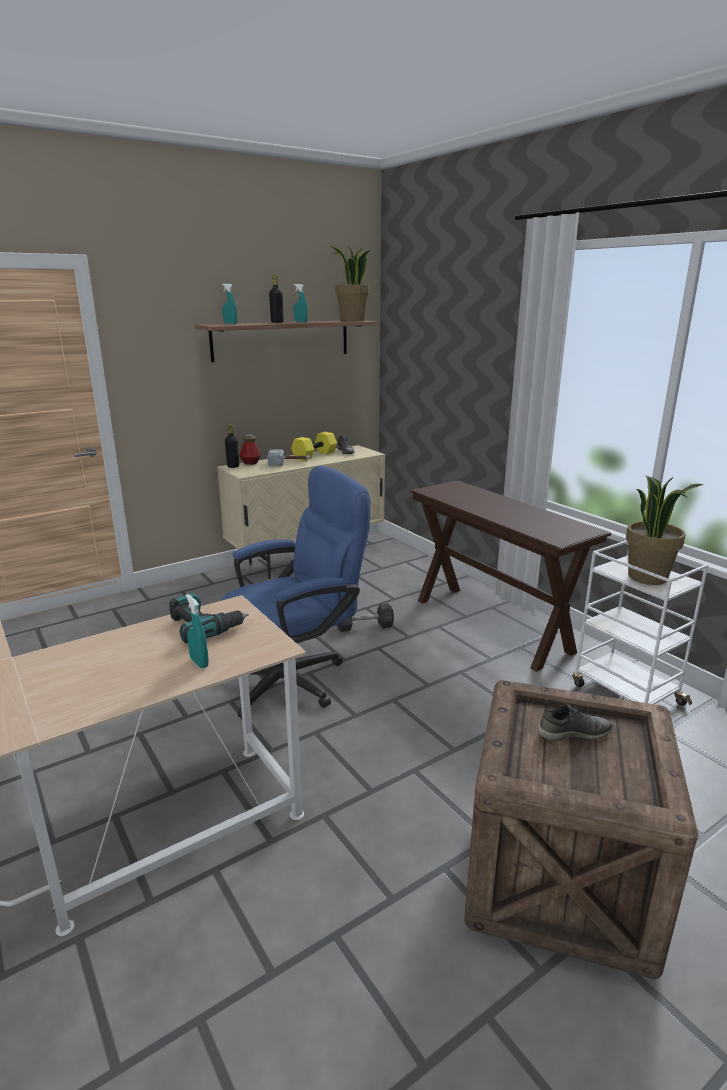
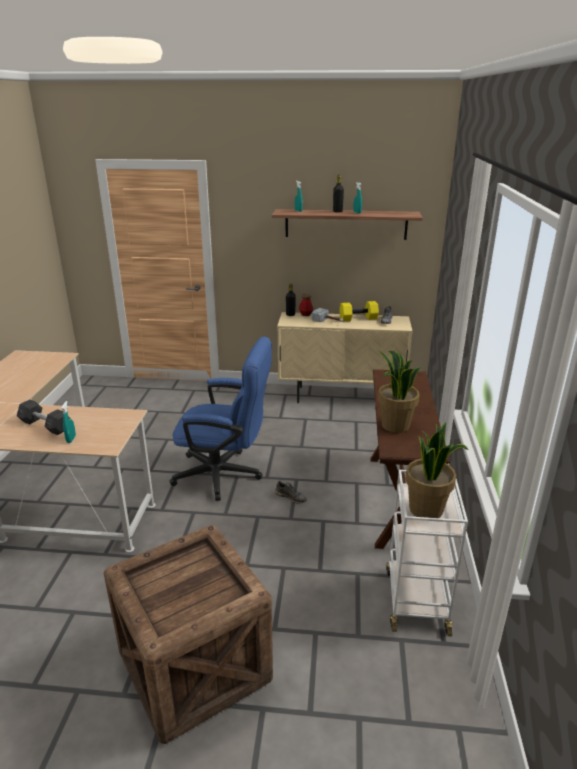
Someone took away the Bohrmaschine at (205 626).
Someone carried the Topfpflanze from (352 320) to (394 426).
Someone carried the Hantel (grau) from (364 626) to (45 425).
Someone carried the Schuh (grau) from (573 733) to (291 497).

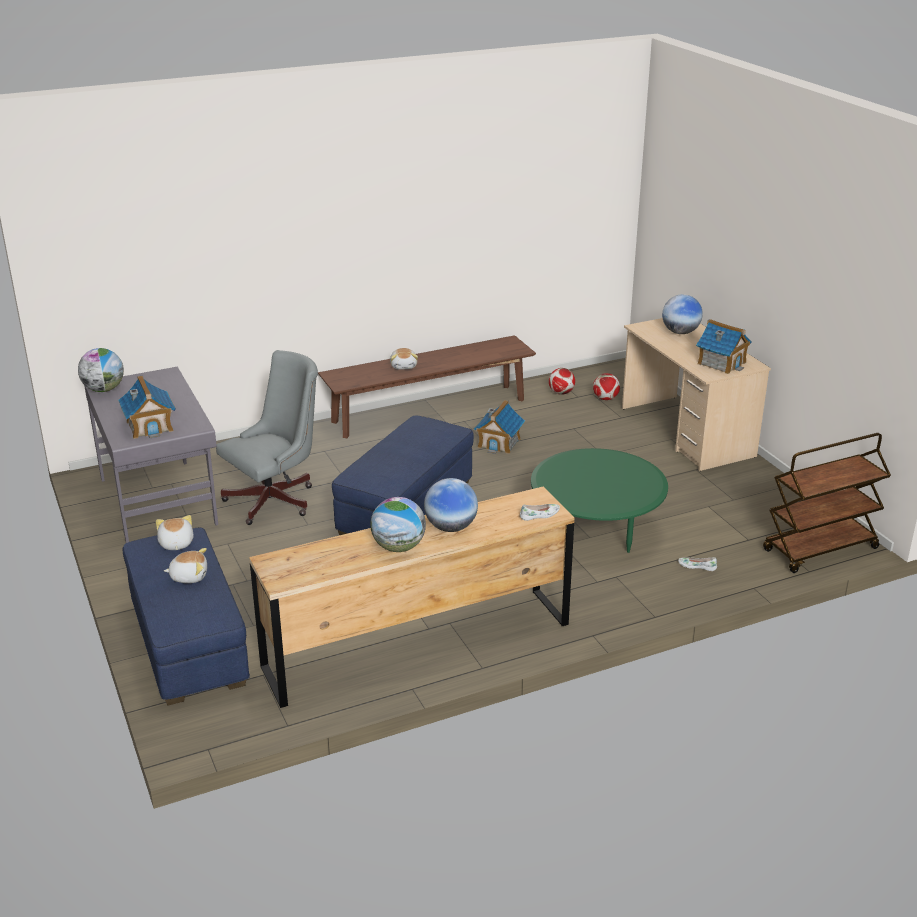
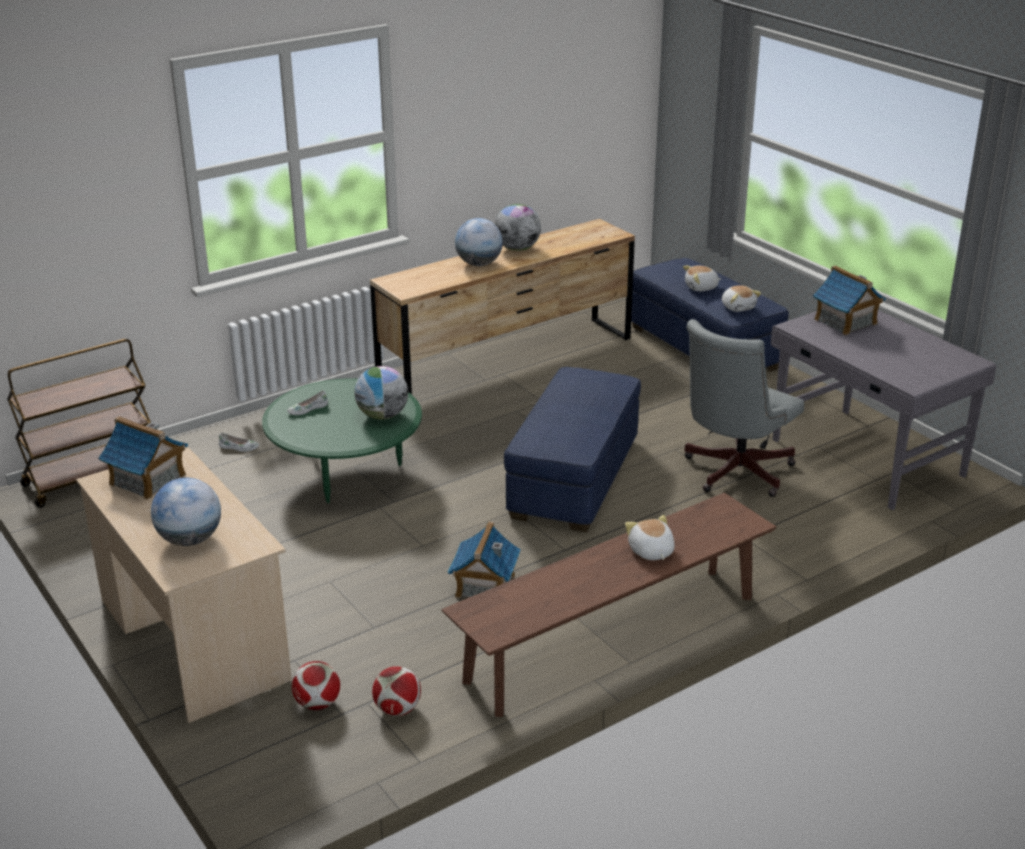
Someone carried the Globus from (104 389) to (382 416).
Someone carried the Schuh (weiß) from (540 515) to (307 409).

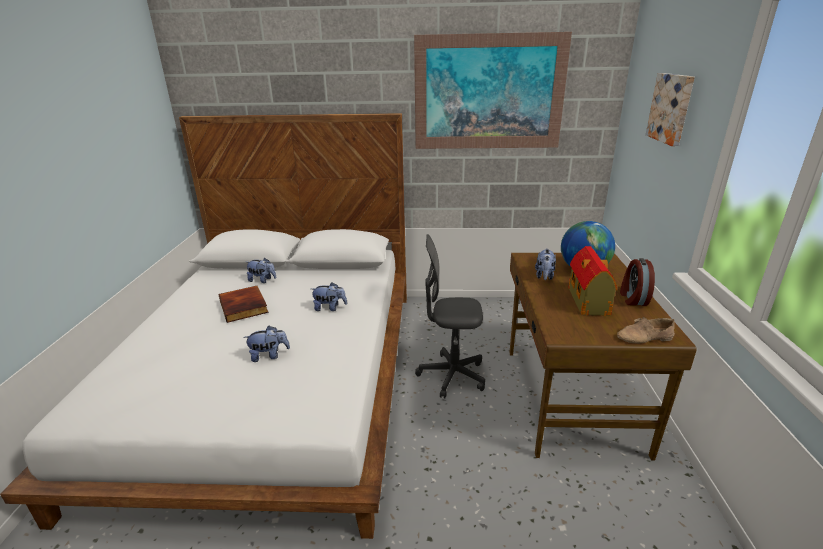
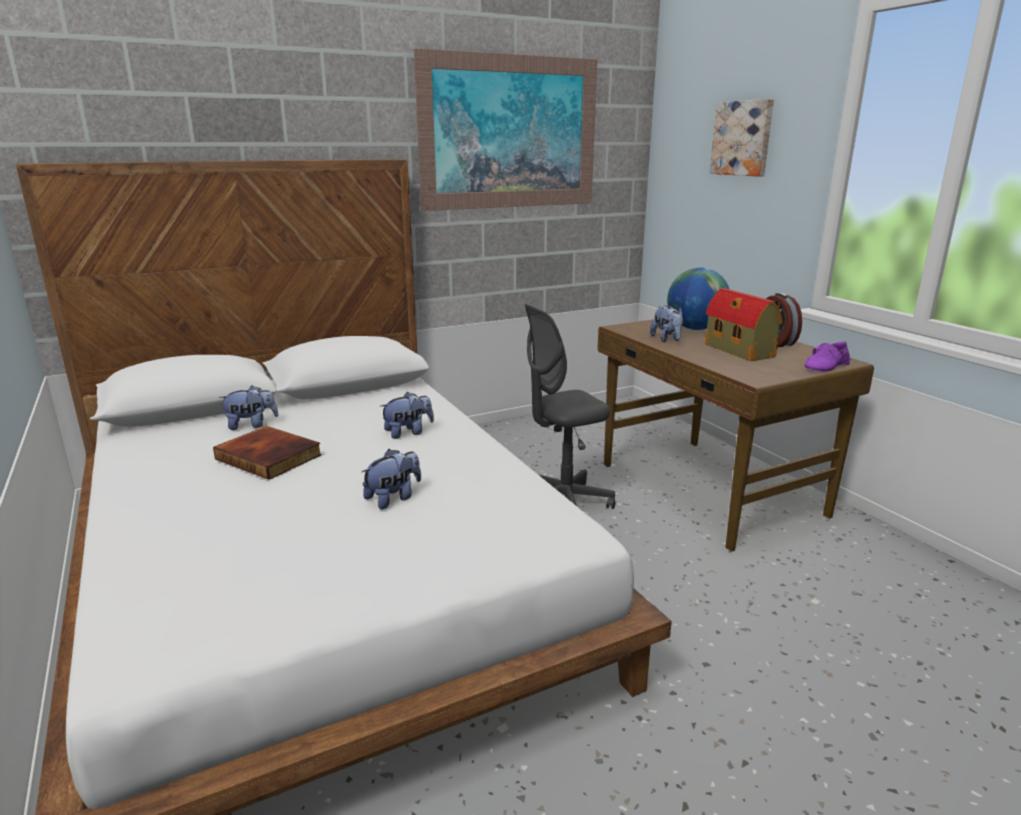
Someone repainted the Schuh (beige) at (645 338), which became the Schuh (lila) at (827 366).

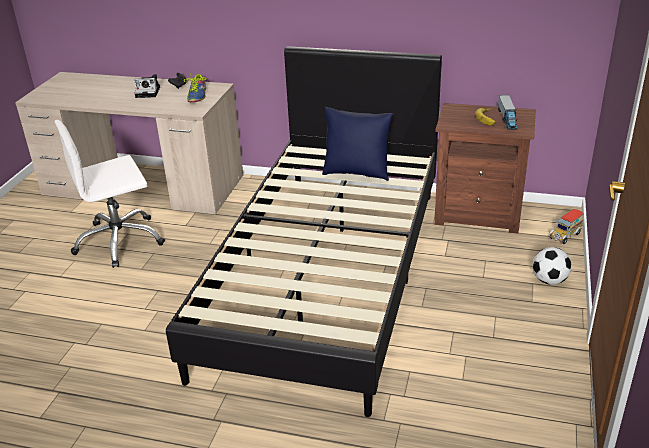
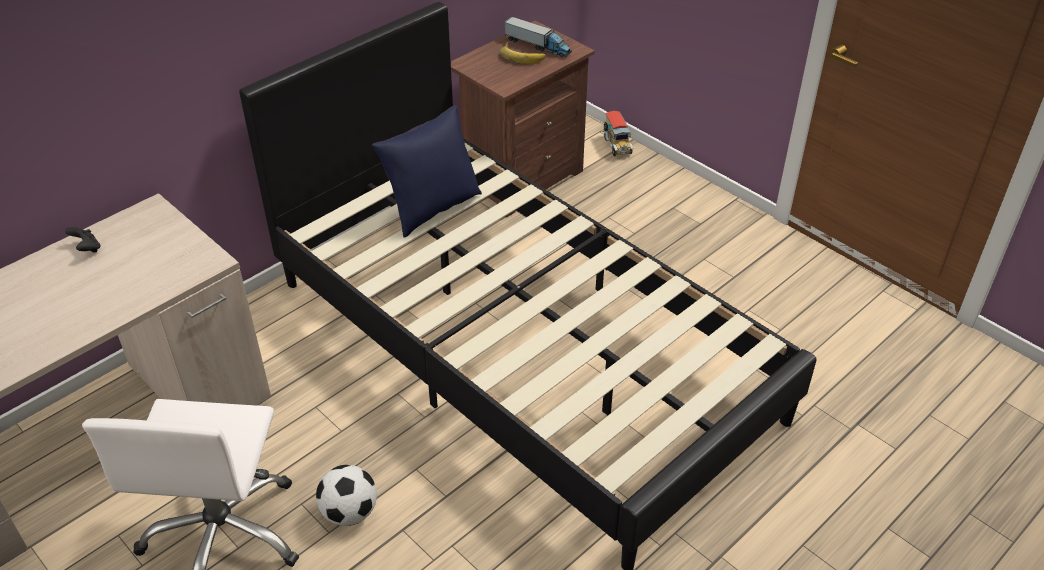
Someone took away the Kamera at (149 92).
Someone took away the Schuh at (197 95).
Someone carried the Fußball from (549 280) to (350 512).

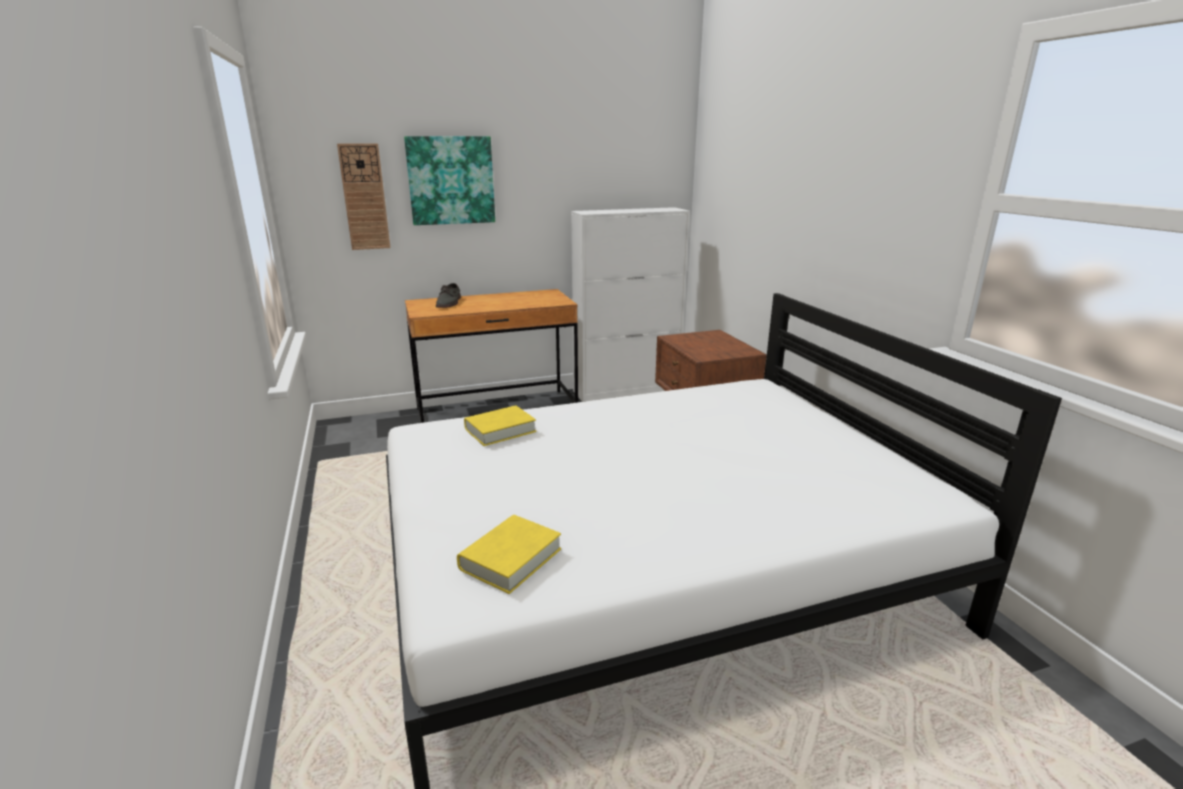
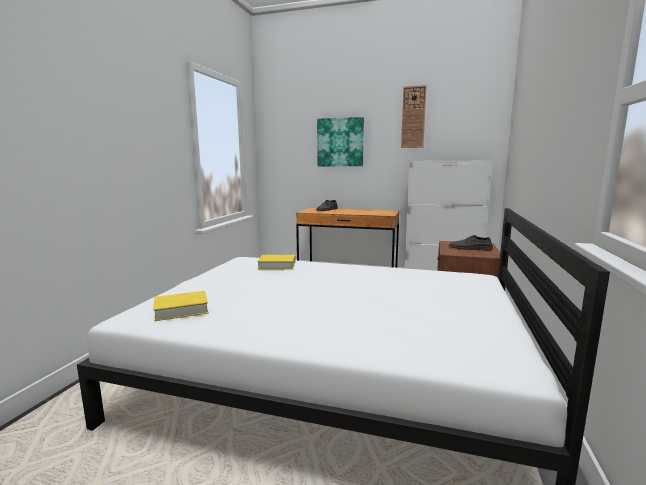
Someone carried the Wanduhr from (364 197) to (413 117).
Someone put down the Schuh (grau) at (470 249).

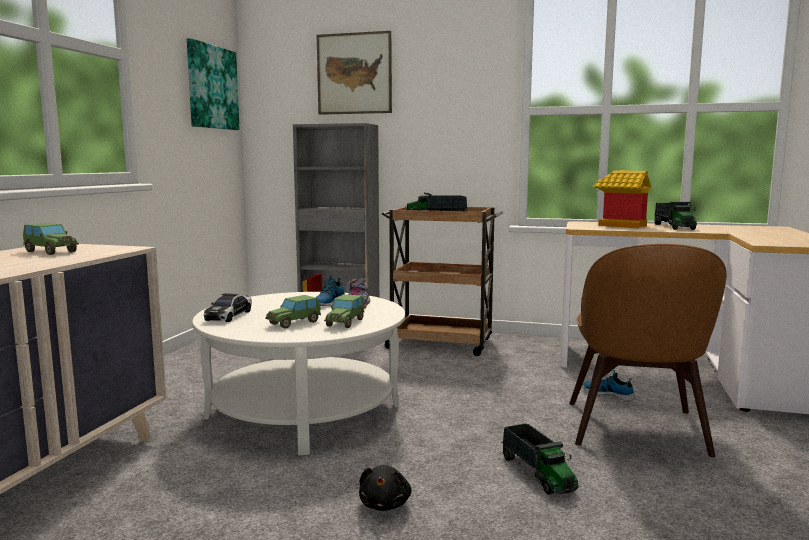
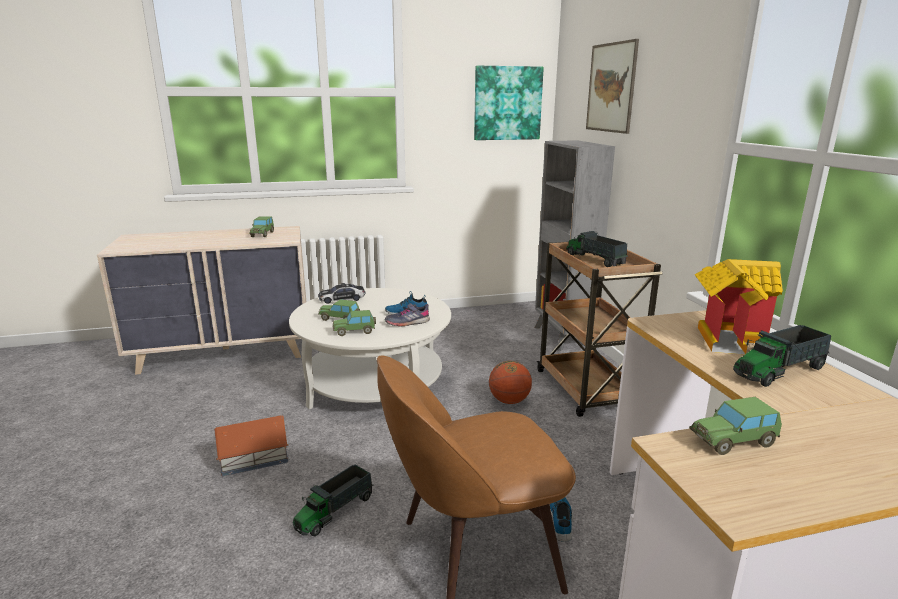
Someone swapped the Plüschtier (schwarz) at (385 504) for the Spielzeughaus at (255 457).
Someone put down the Basketball at (509 401).
Someone put down the Spielzeugauto at (733 441).

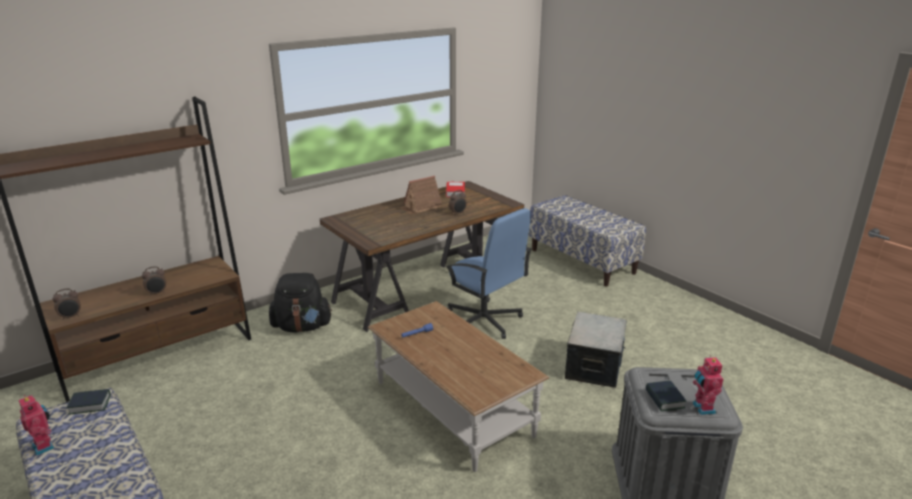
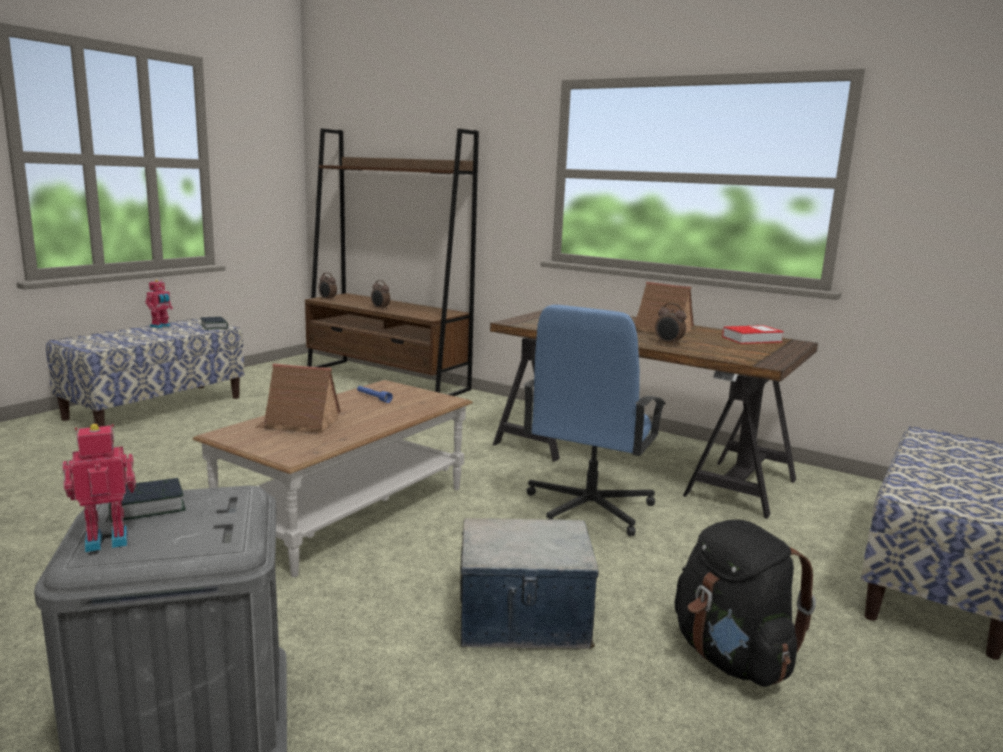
Someone carried the Rucksack (schwarz) from (302 327) to (731 657).
Someone put down the Spielzeughaus at (299 423).

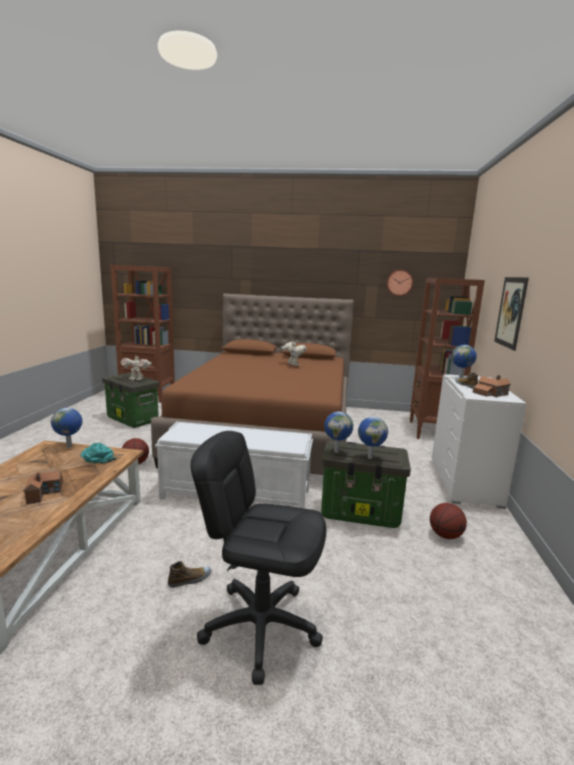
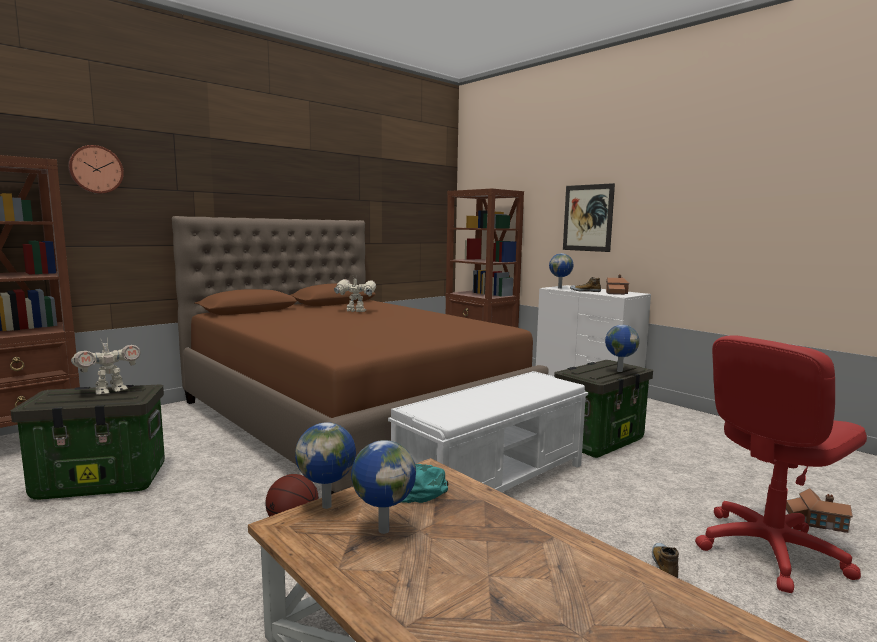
Someone carried the Spielzeughaus from (45 492) to (815 520).
Someone repainted the Bürostuhl (schwarz) at (260 626), which became the Bürostuhl (rot) at (768 550).
Someone carried the Globus from (337 451) to (383 530).
Someone carried the Wanduhr from (399 282) to (96 169).
Someone took away the Basketball at (445 535).

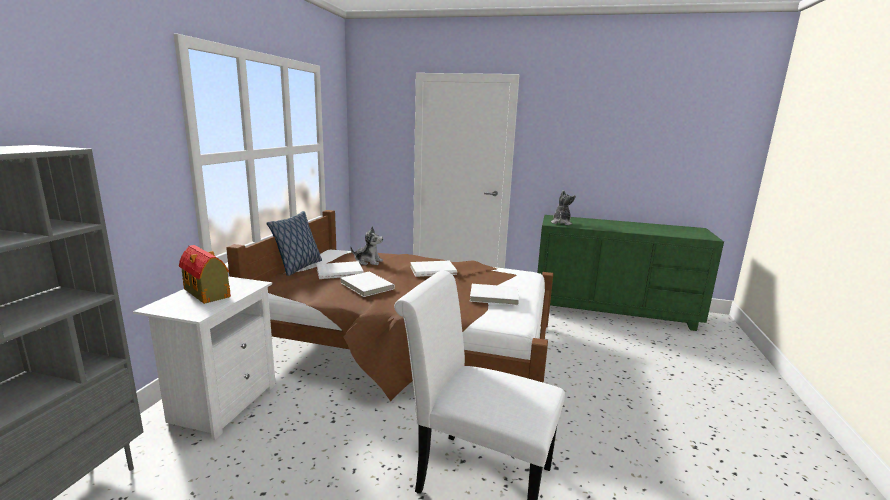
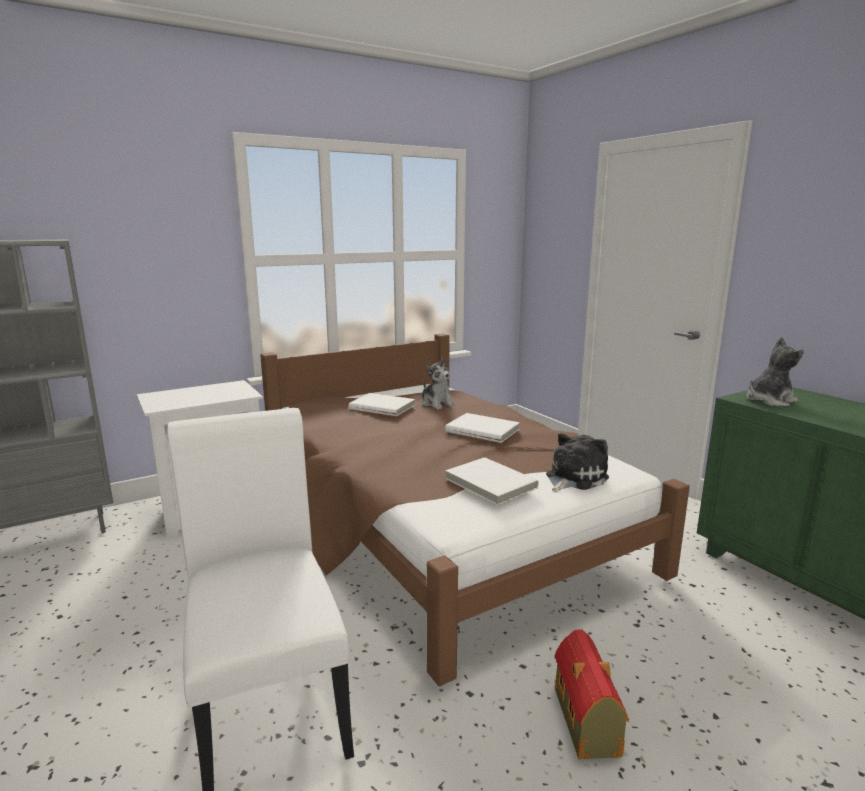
Someone carried the Spielzeughaus from (207 293) to (586 723).
Someone took away the Kissen at (298 268).
Someone took away the Buch (weiß) at (366 286).
Someone put down the Plüschtier at (573 478).

